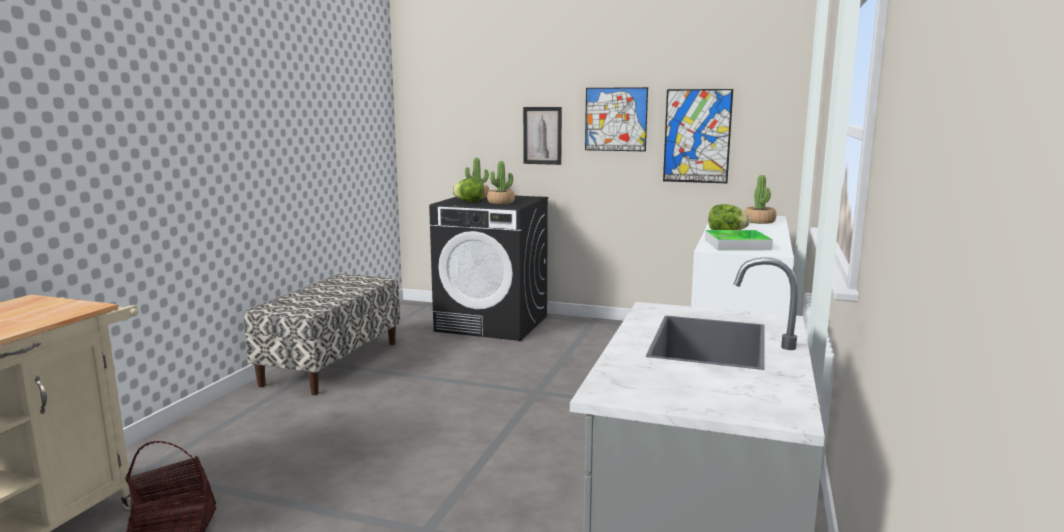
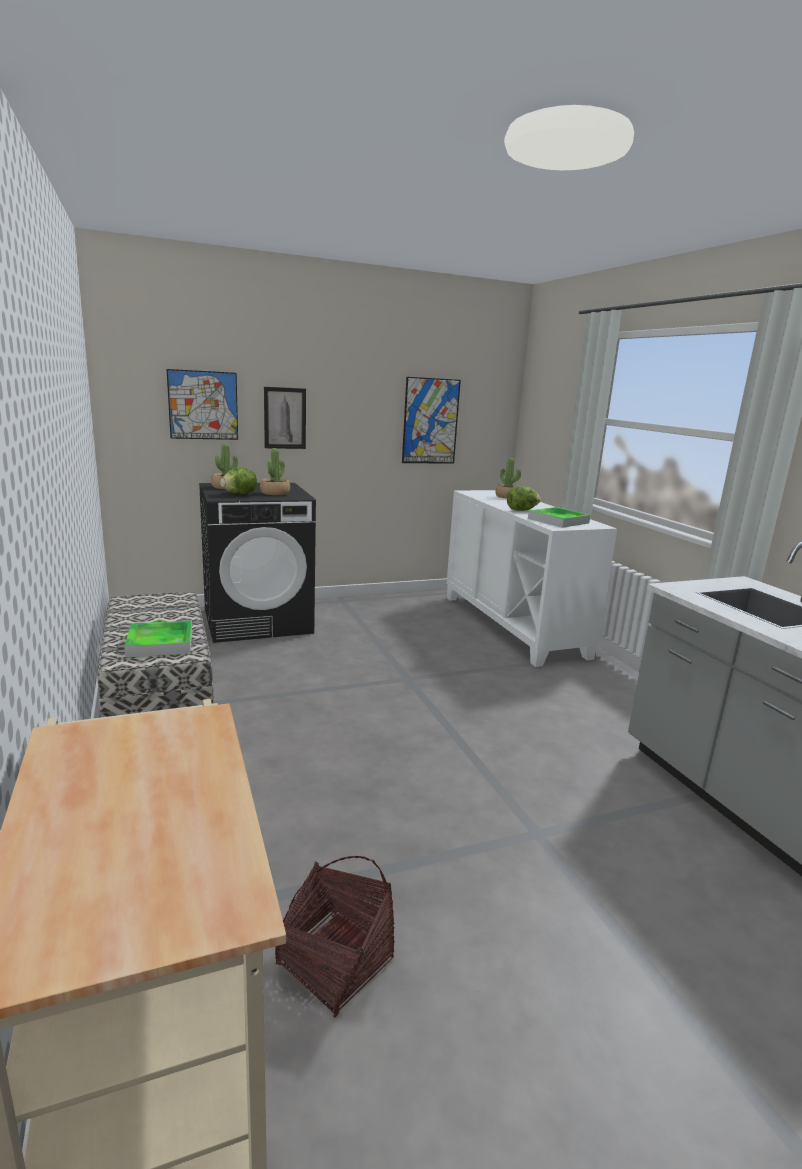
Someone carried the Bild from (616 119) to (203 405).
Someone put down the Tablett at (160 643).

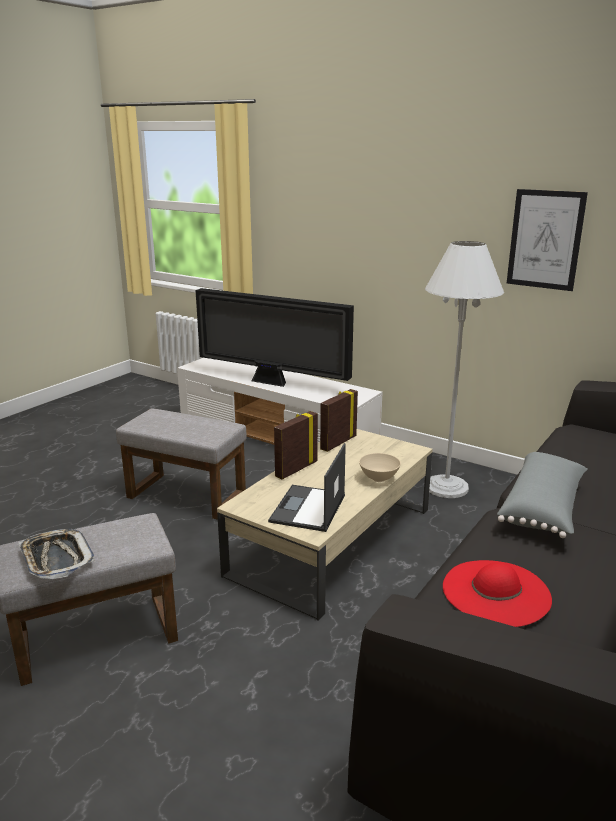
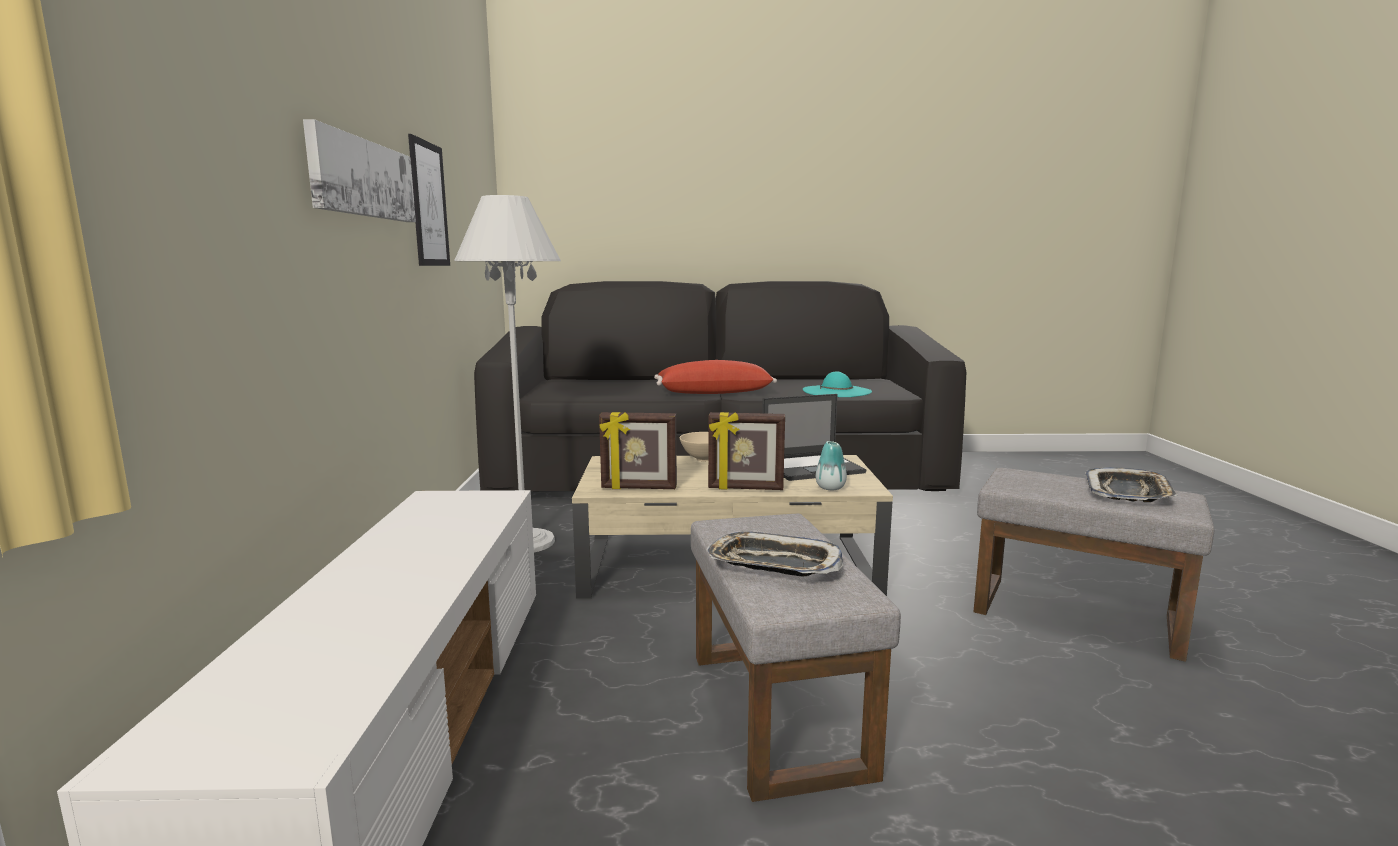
Someone took away the Fernseher at (272 382).
Someone repainted the Hut (rot) at (496 592), which became the Hut (türkis) at (837 391).
Someone repainted the Kissen (grau) at (543 508), which became the Kissen (rot) at (714 392).
Someone put up the Bild at (363 178).
Someone put down the Tablett at (773 564).
Someone put down the Vase at (830 488).

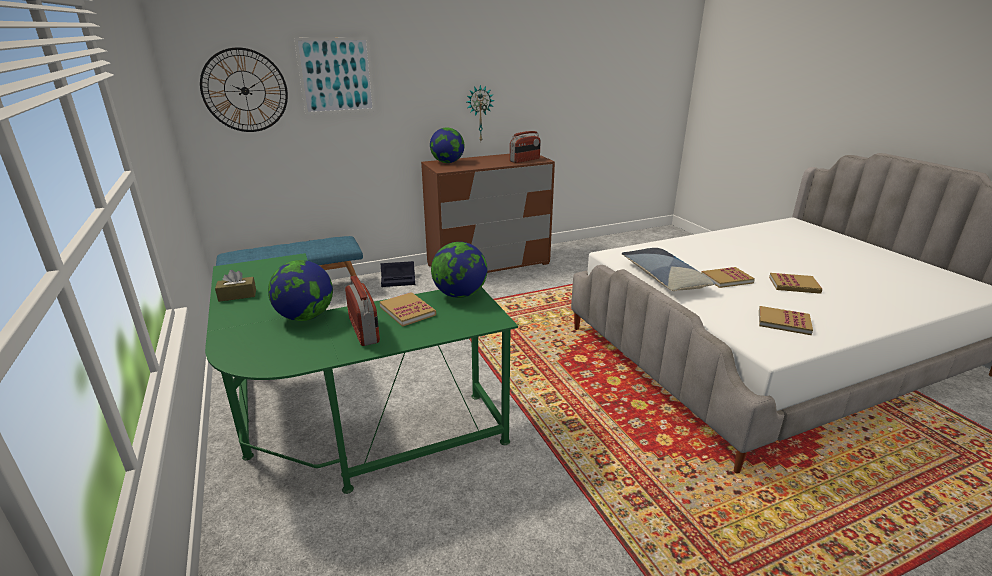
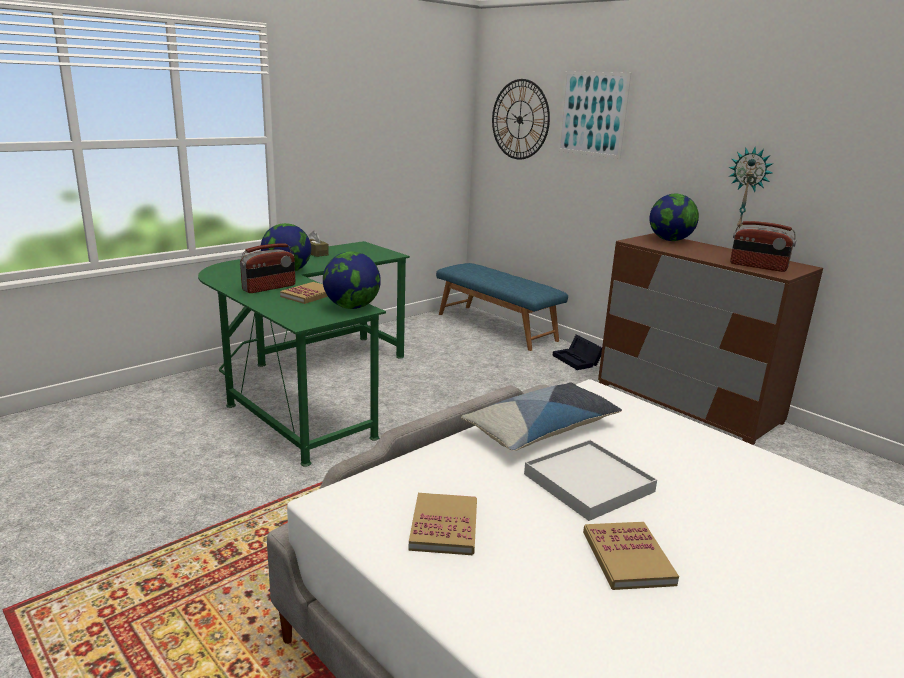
Someone swapped the Buch at (726 279) for the Tablett (weiß) at (588 483).

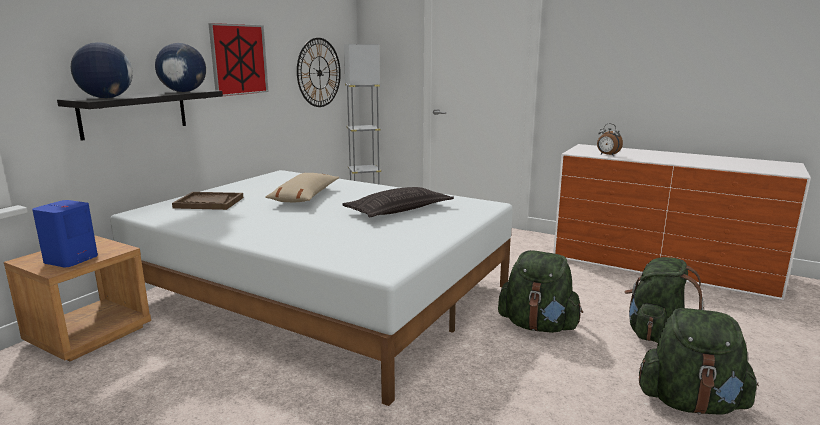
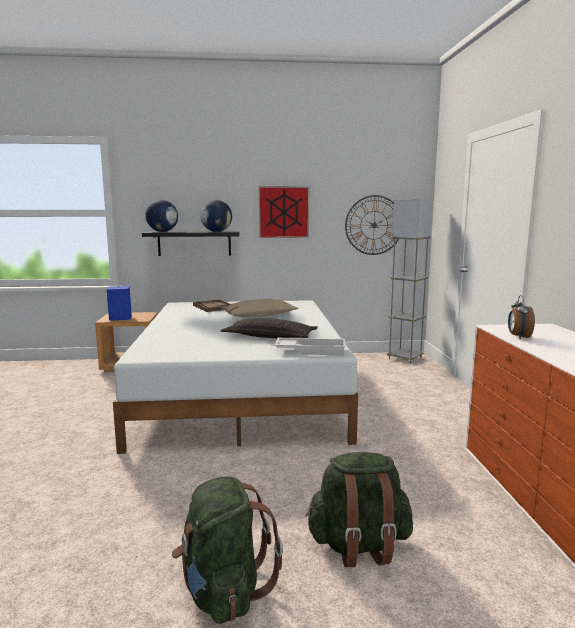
Someone took away the Rucksack (grün) at (538 326).
Someone put down the Tablett (weiß) at (311 350).

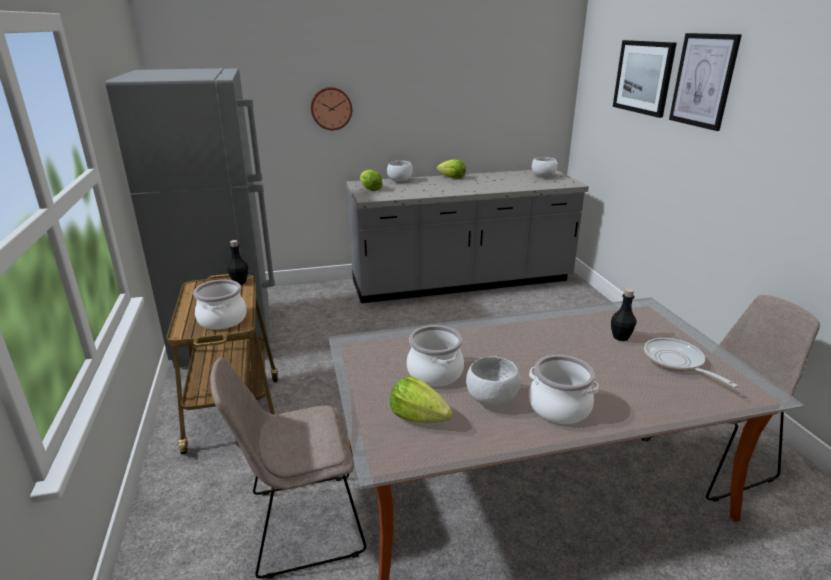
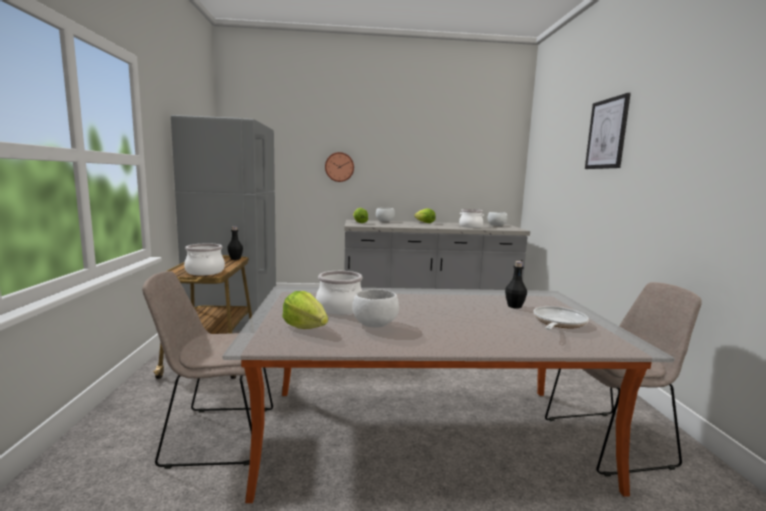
Someone carried the Kochtopf from (559 408) to (470 226).
Someone took away the Bild at (643 77).
Someone rotated the Pfanne at (677 362) by 45 degrees clockwise.

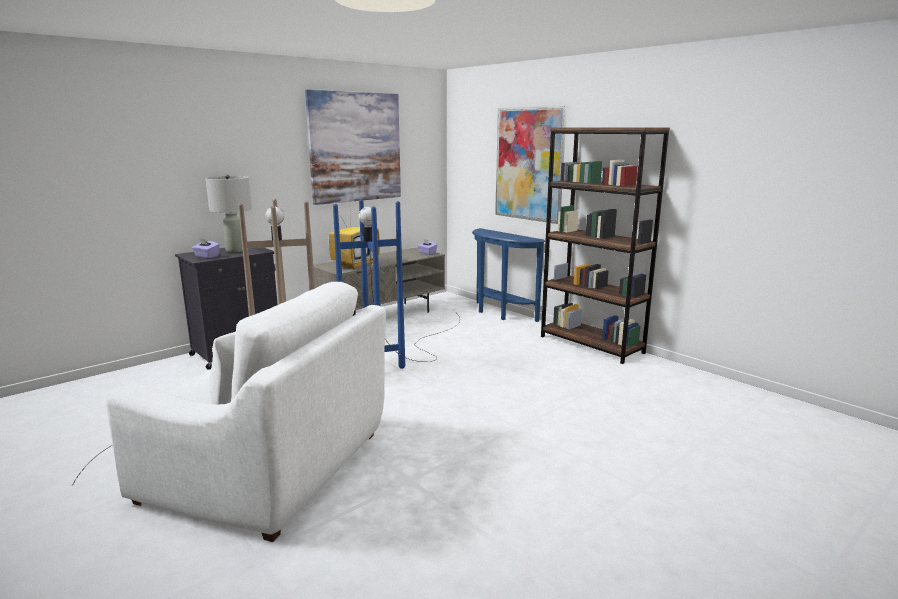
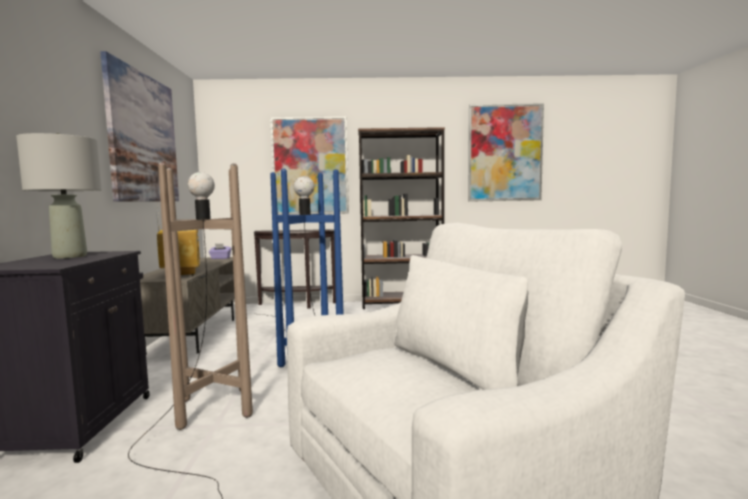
Someone took away the Taschentuchbox (lila) at (206 256).
Someone repainted the Konsolentisch (blau) at (500 313), which became the Konsolentisch (braun) at (296 305).
Someone put up the Bild at (505 153).

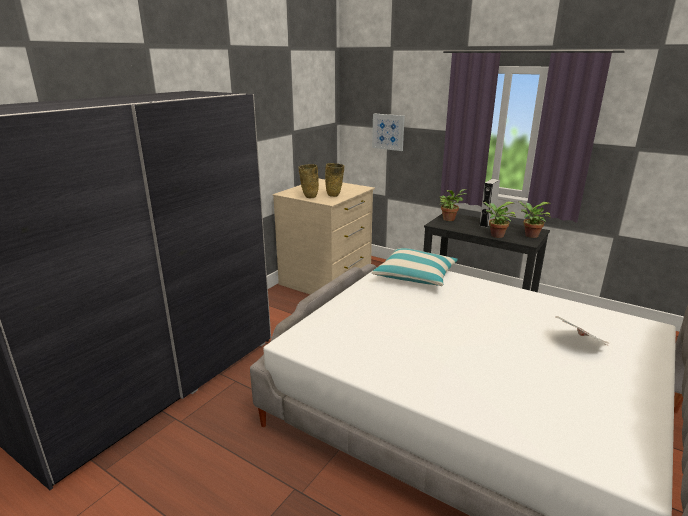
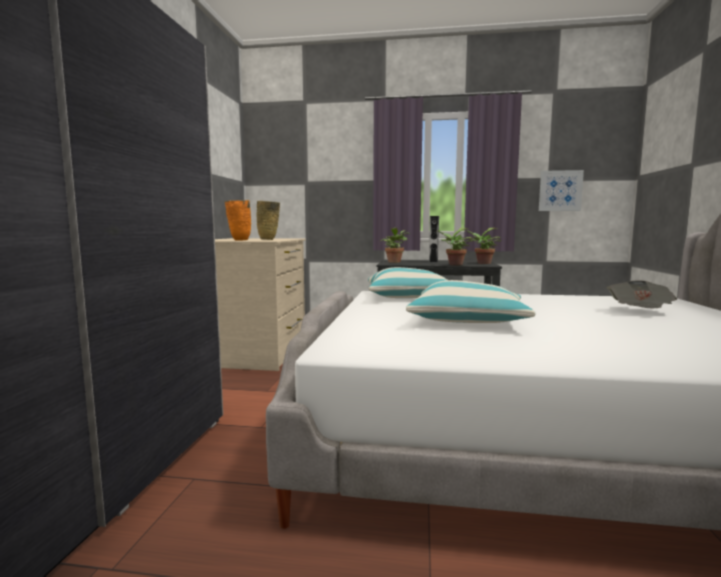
Someone repainted the Vase (beige) at (309 197), which became the Vase (orange) at (239 240).
Someone carried the Bild from (388 132) to (560 191).
Someone put down the Kissen at (468 320).

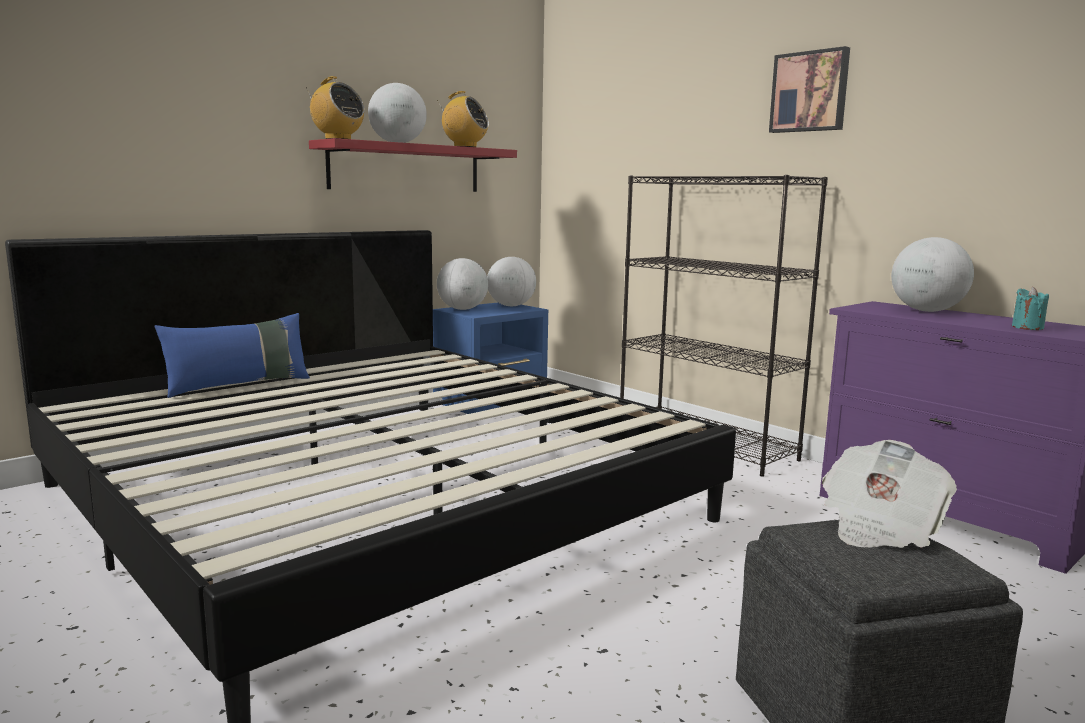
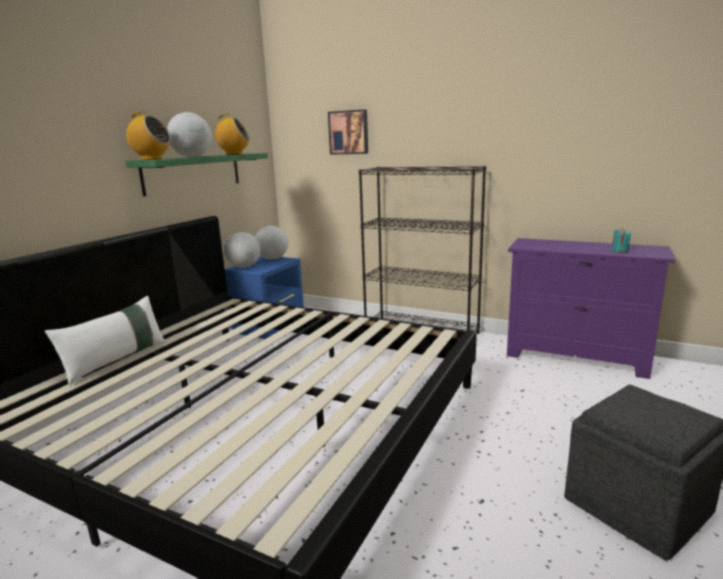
Someone repainted the Kissen (blau) at (239 385), which became the Kissen (weiß) at (116 360).
Someone repainted the Wandregal (rot) at (406 168), which became the Wandregal (grün) at (193 173).
Someone carried the Bild from (810 92) to (349 132).
Someone took away the Zeitung at (879 526).
Someone took away the Globus at (926 311).

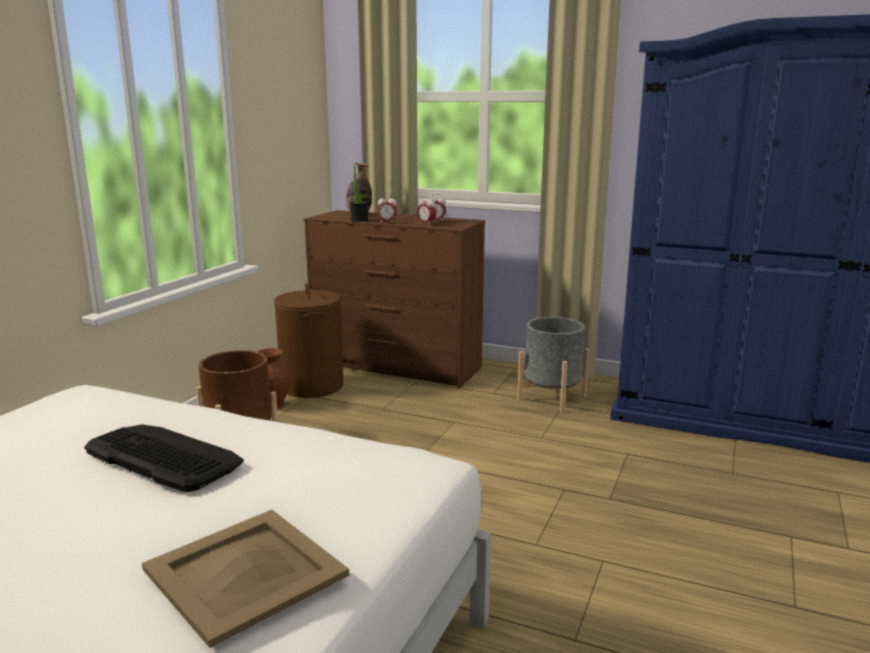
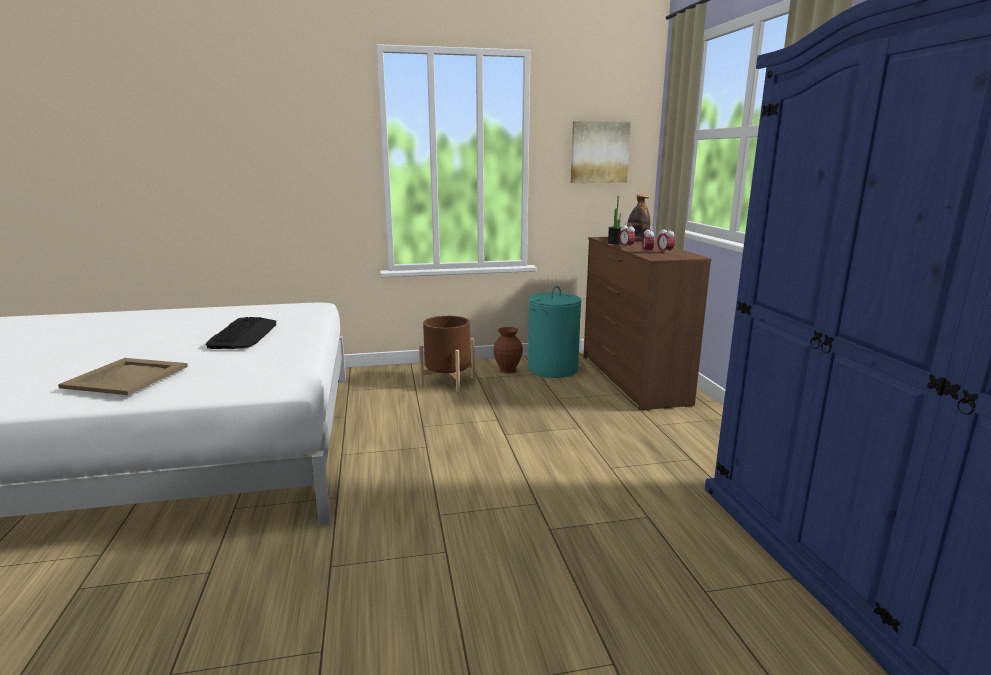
Someone repainted the Wäschekorb (braun) at (312 386), which became the Wäschekorb (türkis) at (552 369).
Someone took away the Pflanzkübel (grau) at (551 398).
Someone put up the Bild at (599 152).

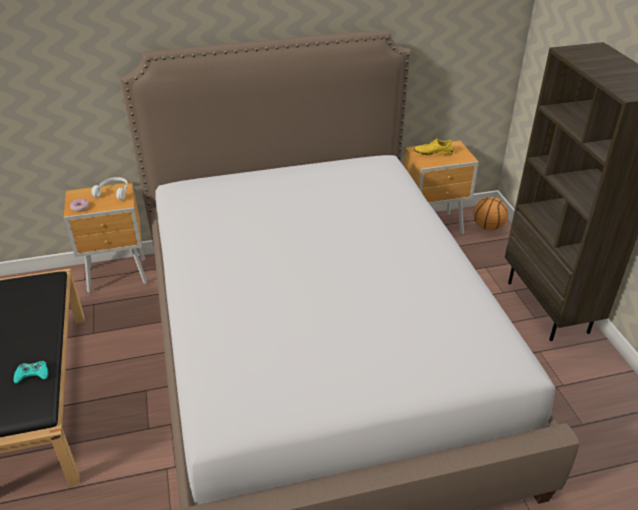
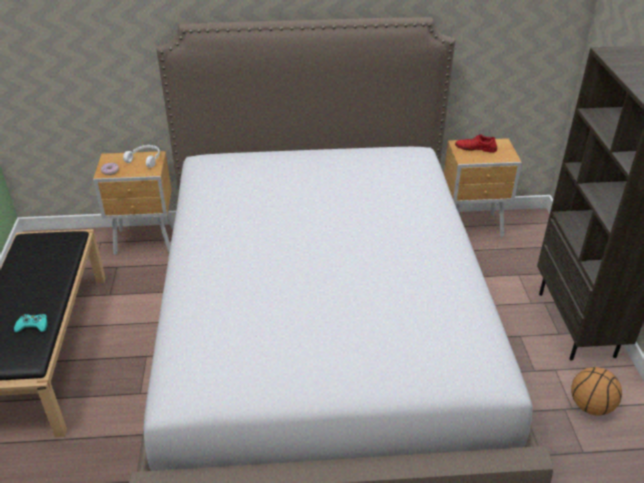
Someone repainted the Schuh (gelb) at (433 152), which became the Schuh (rot) at (475 148).
Someone carried the Basketball from (487 227) to (590 405).

